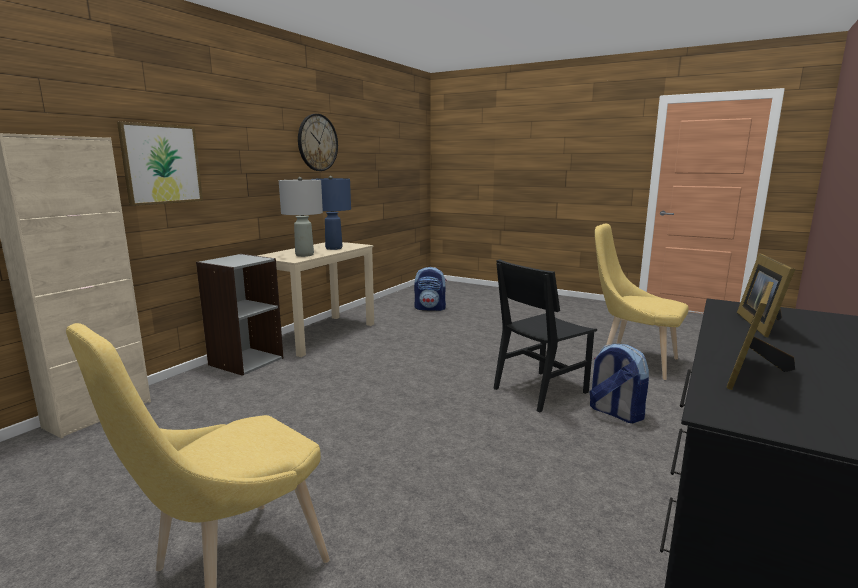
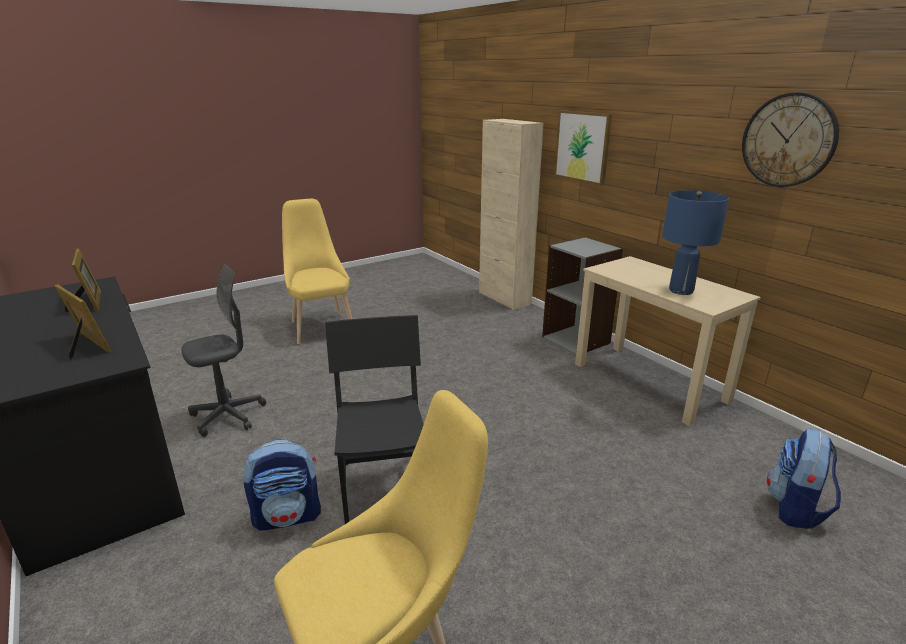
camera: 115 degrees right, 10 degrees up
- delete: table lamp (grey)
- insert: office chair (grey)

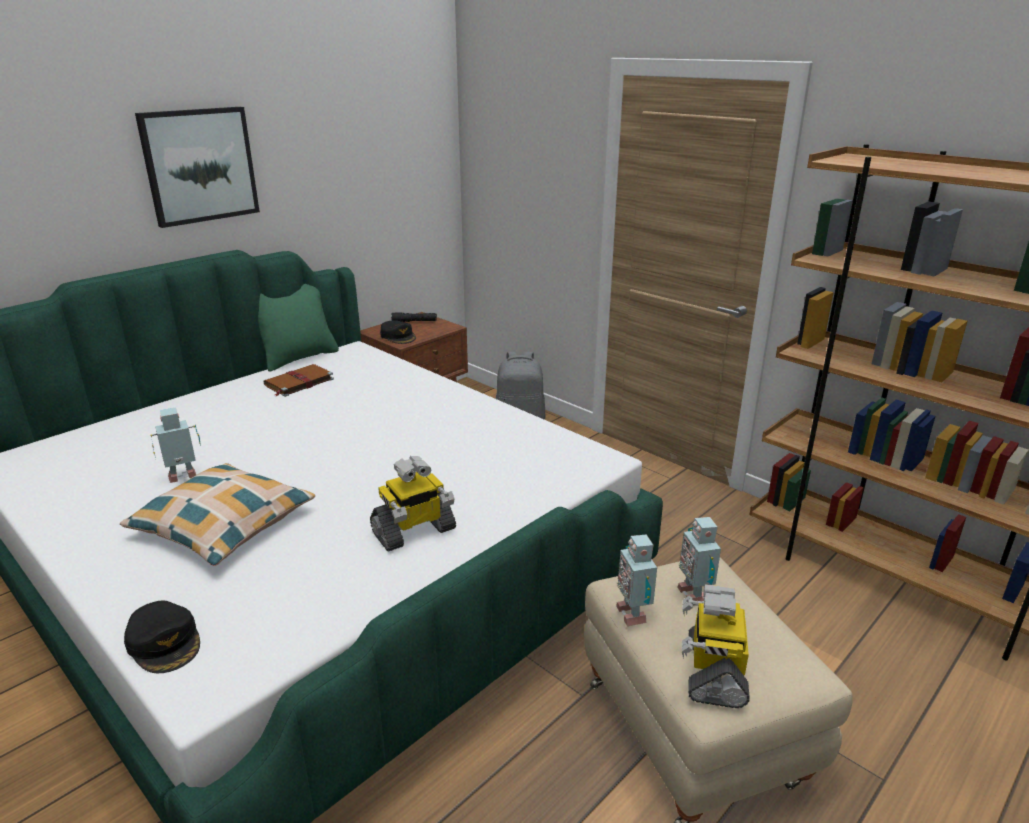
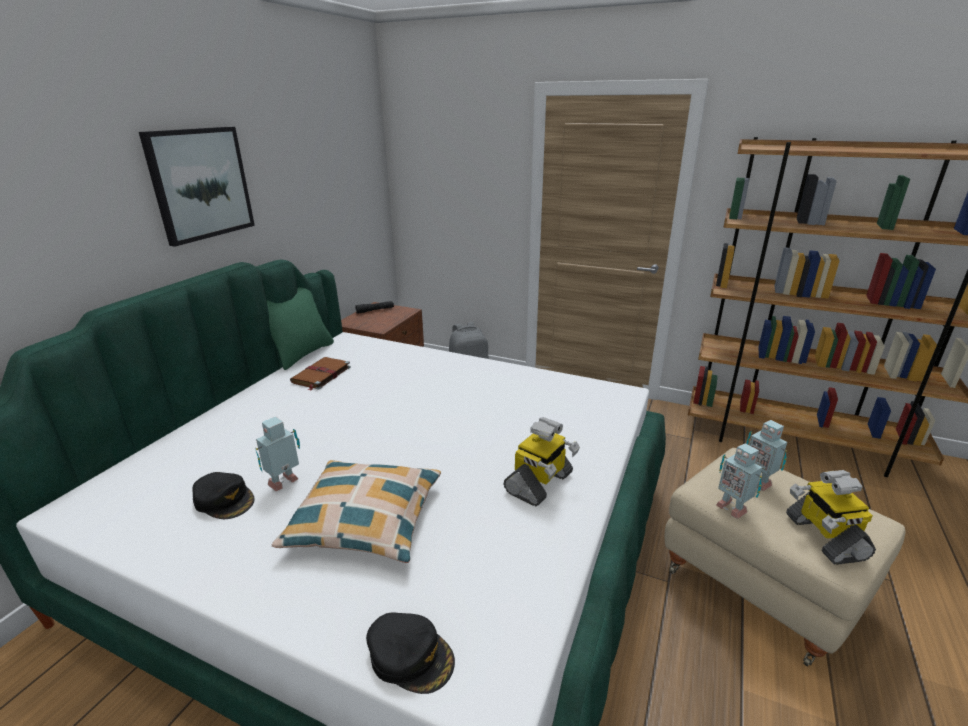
camera: 20 degrees left, 0 degrees up
- move: cap (black) (2nd from left in the first image) to cap (black) (1st from left)

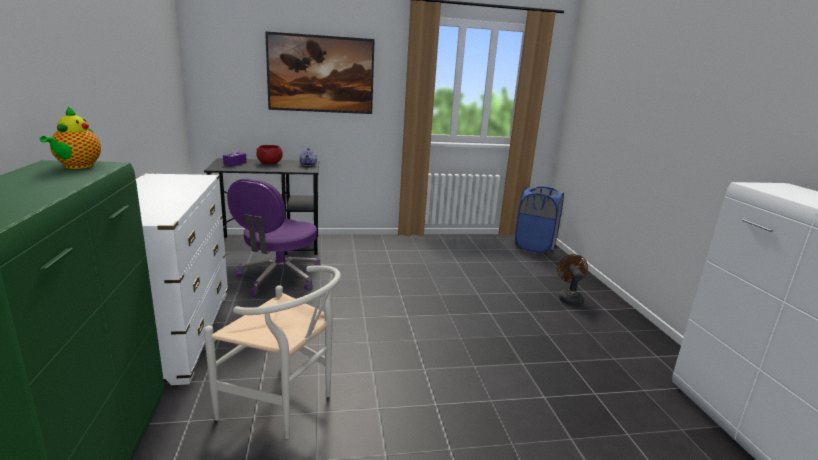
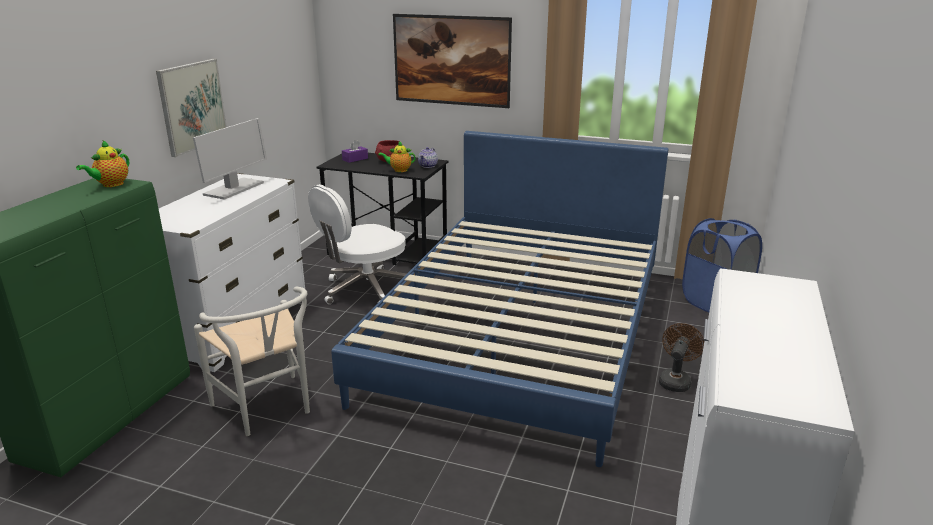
camera: 30 degrees right, 5 degrees up
- recolor: office chair (purple) to office chair (white)
- insert: picture (1st from left)
- insert: monitor
- insert: bed (blue)
- insert: teapot (2nd from left)

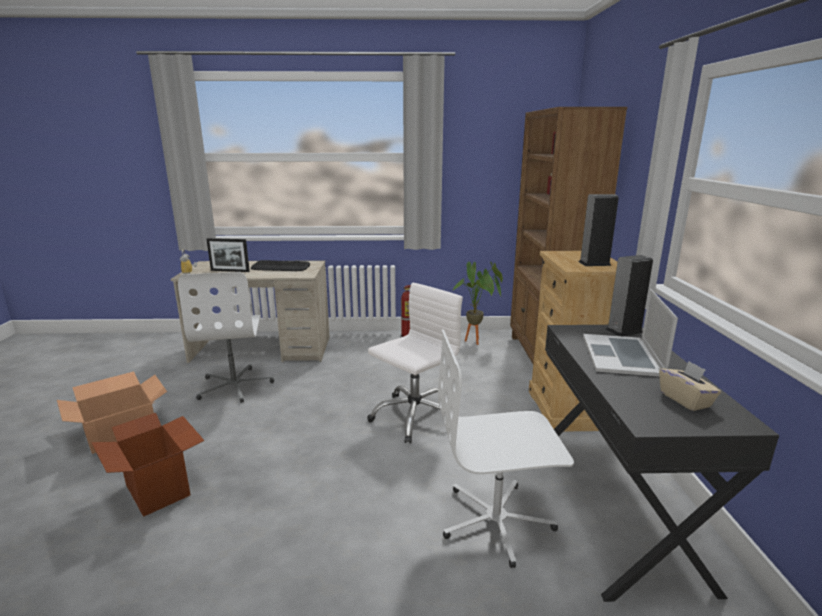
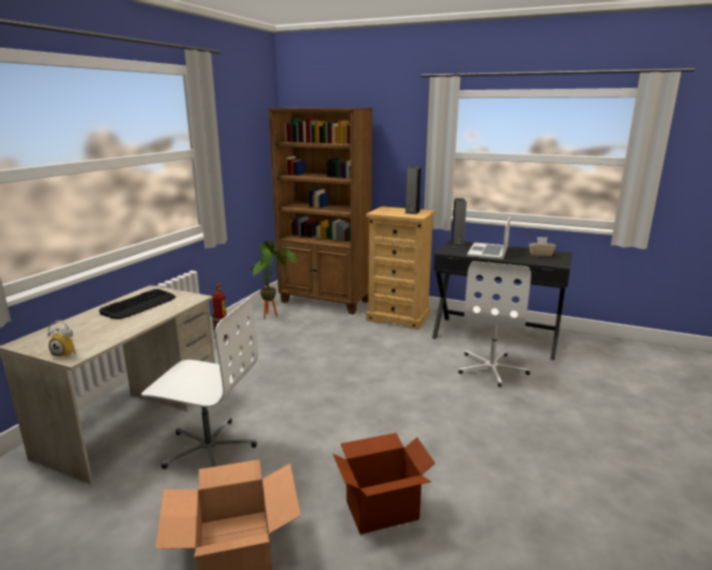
camera: 65 degrees left, 0 degrees up
- delete: picture frame
- delete: office chair (white) (2nd from left)
- rotate: laptop 75 degrees clockwise

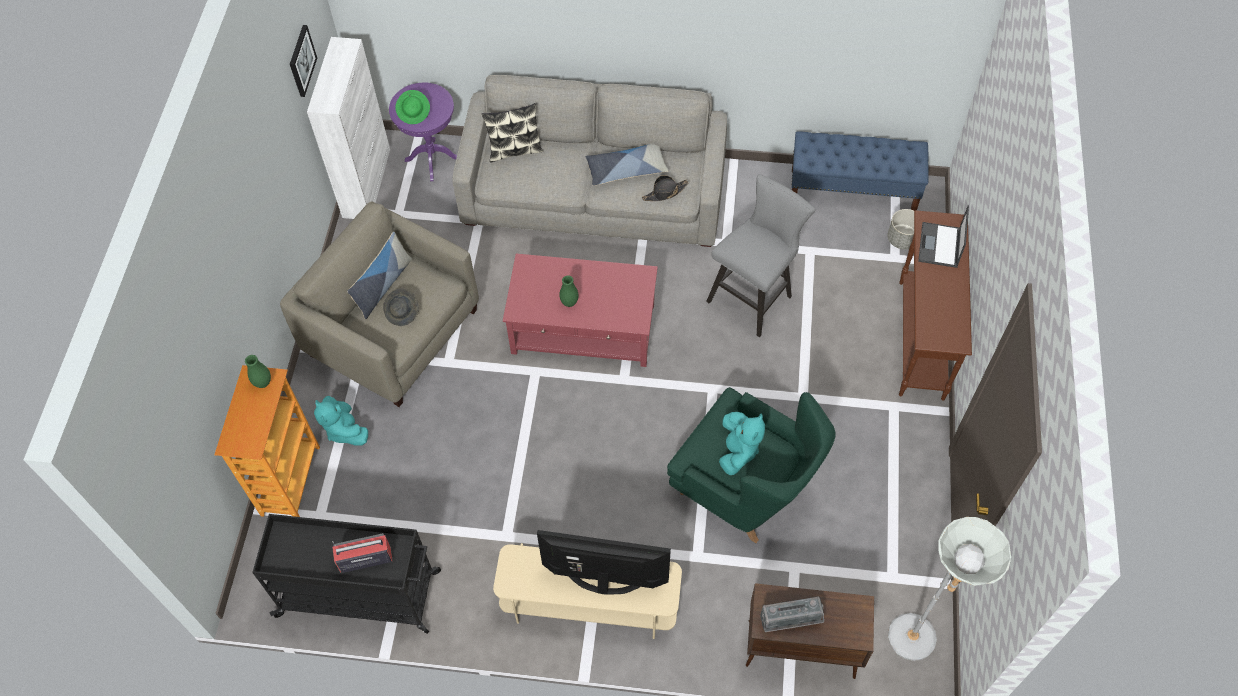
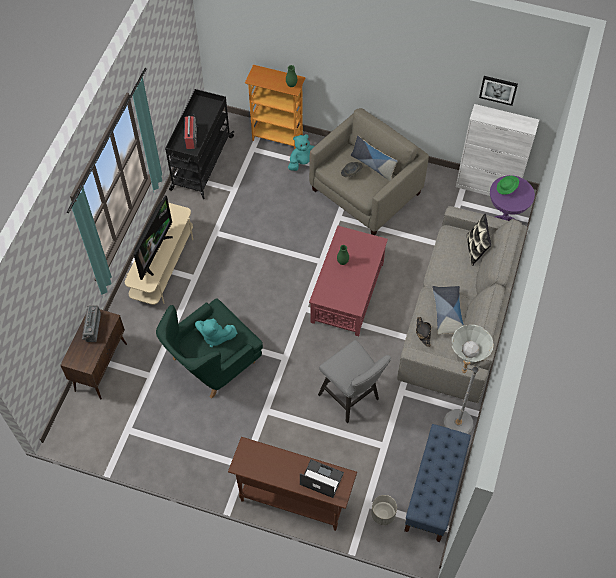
camera: 100 degrees right, 0 degrees up
- move: floor lamp (grey)

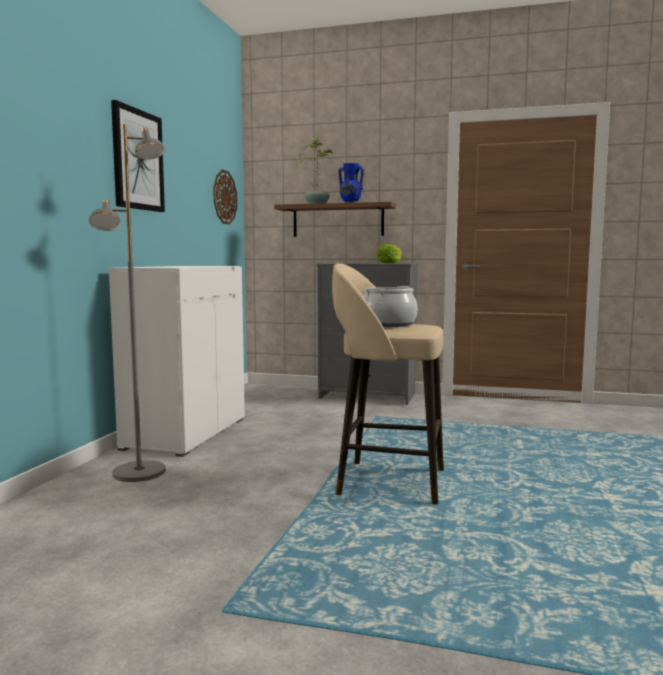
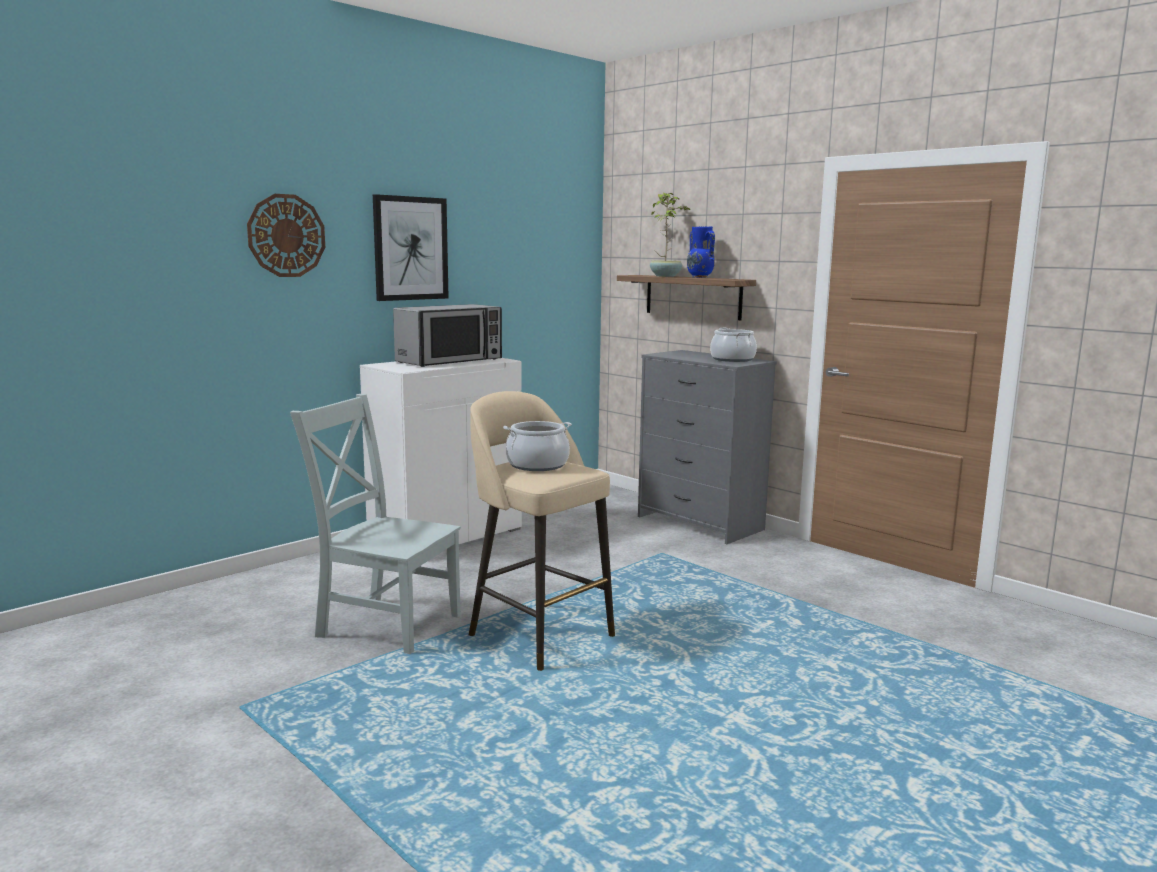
camera: 30 degrees right, 5 degrees up
- delete: floor lamp (grey)
- move: wall clock
- replace: lettuce to cooking pot (2nd from left)
- insert: microwave
- insert: chair (grey)

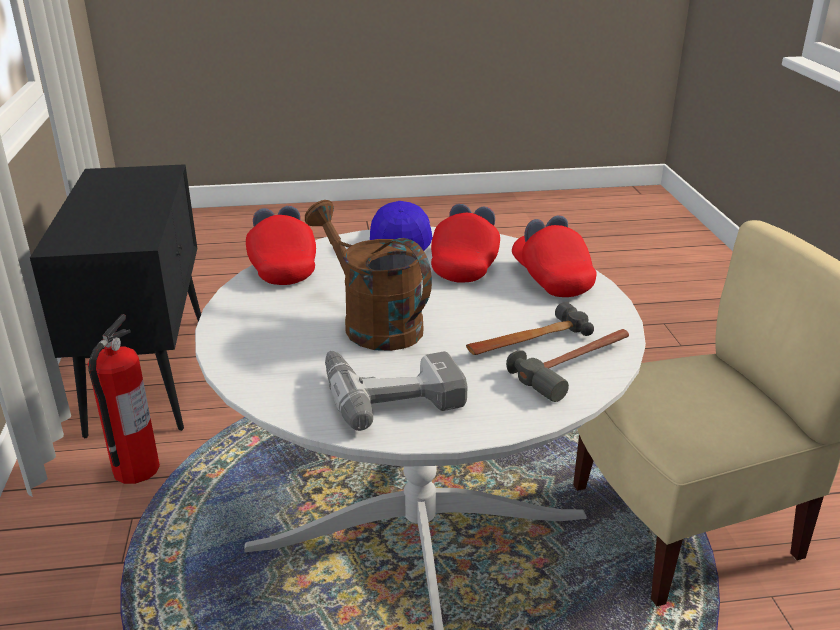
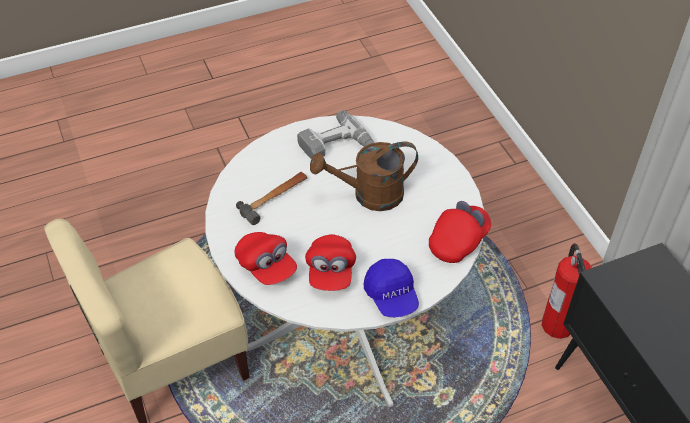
camera: 165 degrees right, 20 degrees up
- rotate: watering can (brown) 135 degrees clockwise
- rotate: cap (red) (1st from left in the first image) 105 degrees counterclockwise
- delete: hammer (2nd from left)

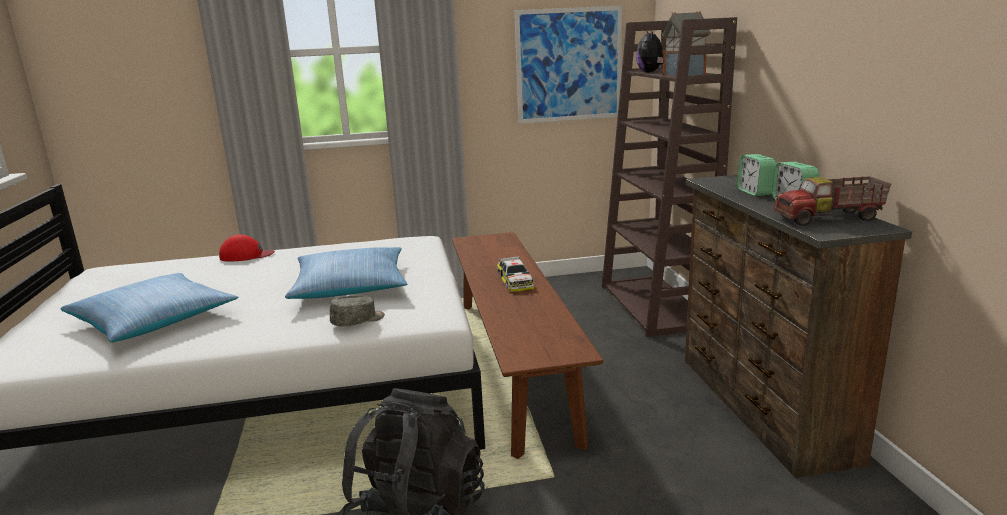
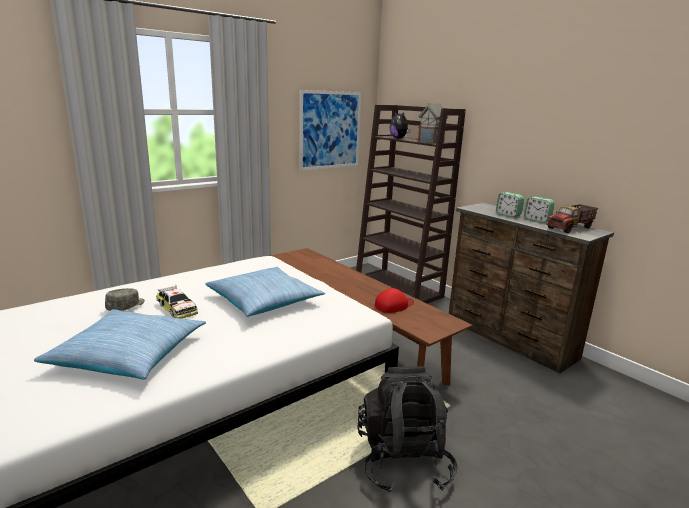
camera: 30 degrees left, 0 degrees up
- move: cap (red)
- move: toy car
- move: cap (grey)

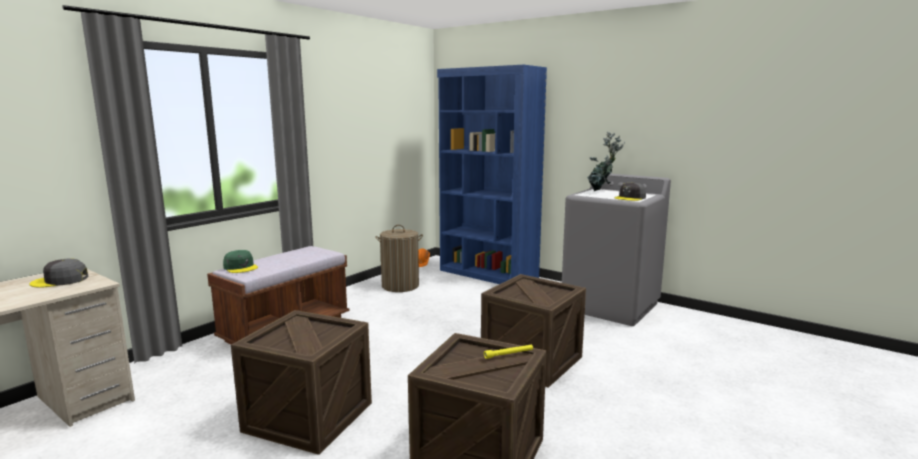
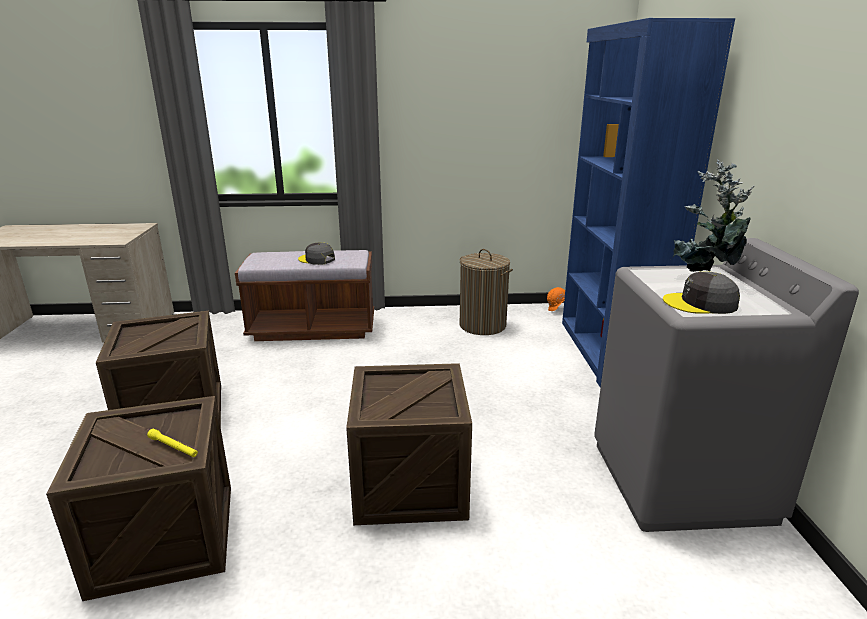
camera: 50 degrees right, 10 degrees up
- delete: cap (green)
- move: cap (grey) (1st from left)

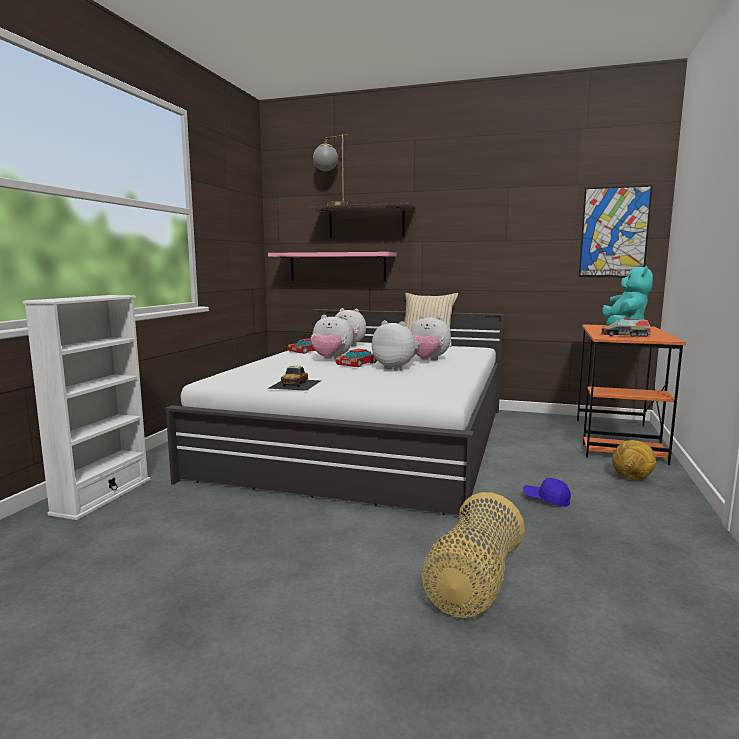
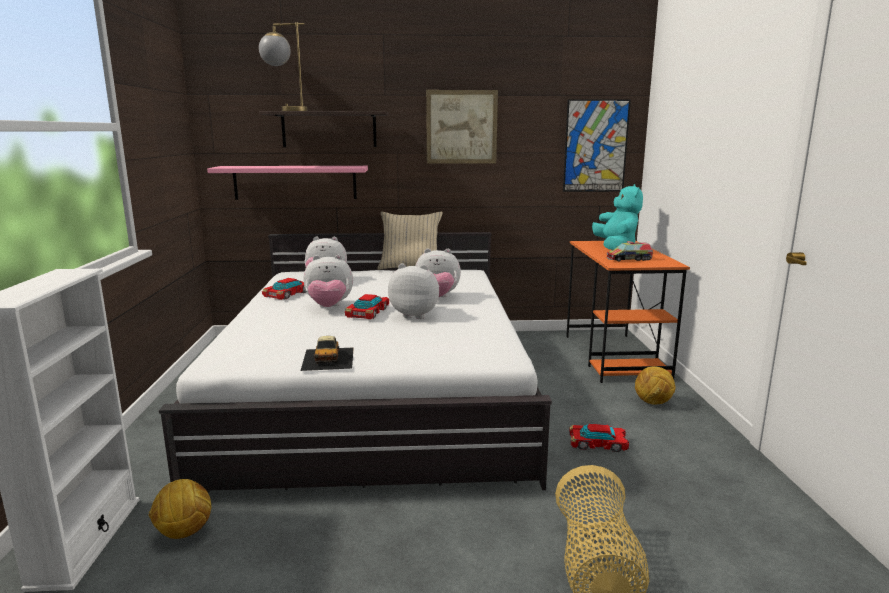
camera: 20 degrees left, 5 degrees up
- replace: cap (blue) to toy car (4th from left)
- insert: picture (1st from left)
- insert: football (1st from left)

